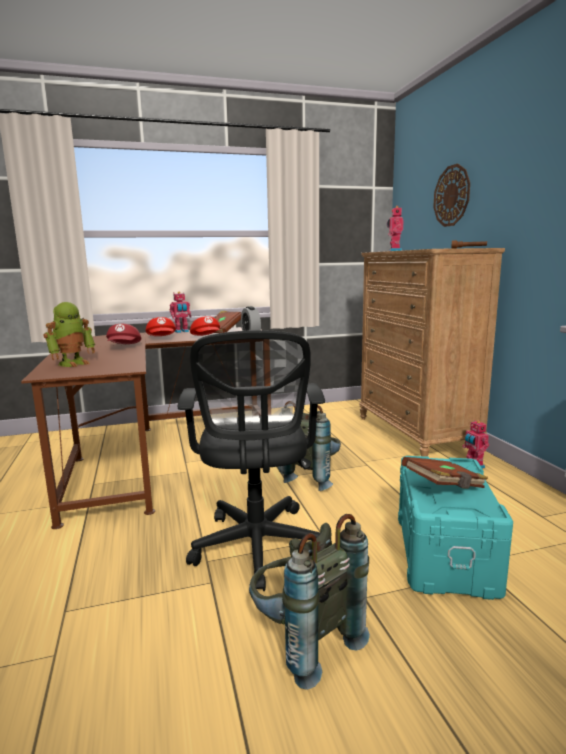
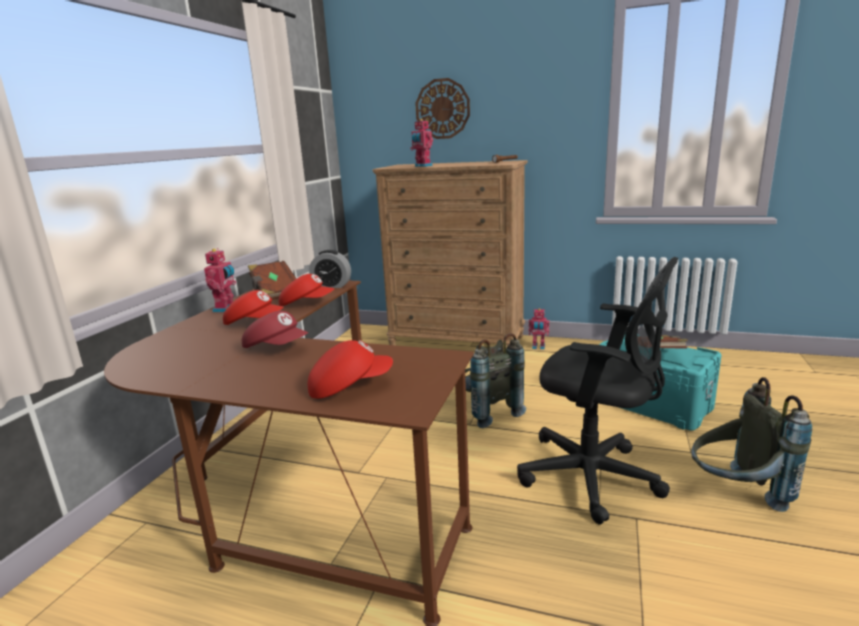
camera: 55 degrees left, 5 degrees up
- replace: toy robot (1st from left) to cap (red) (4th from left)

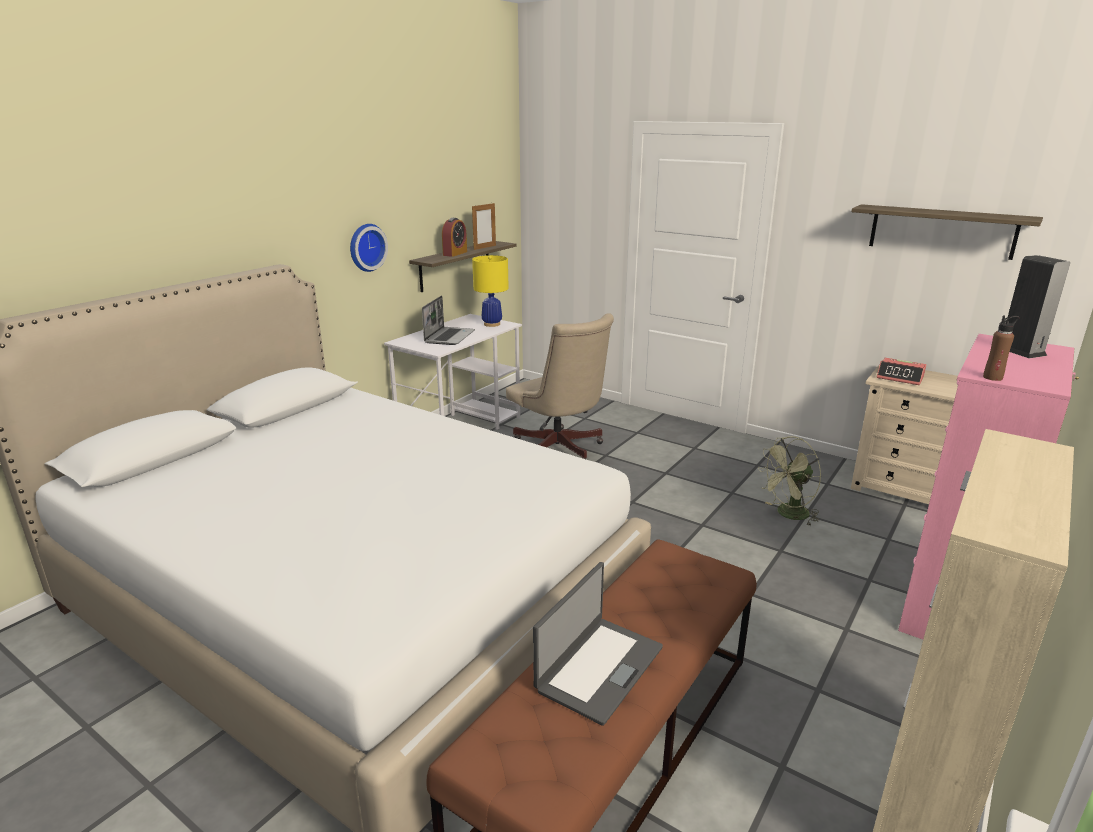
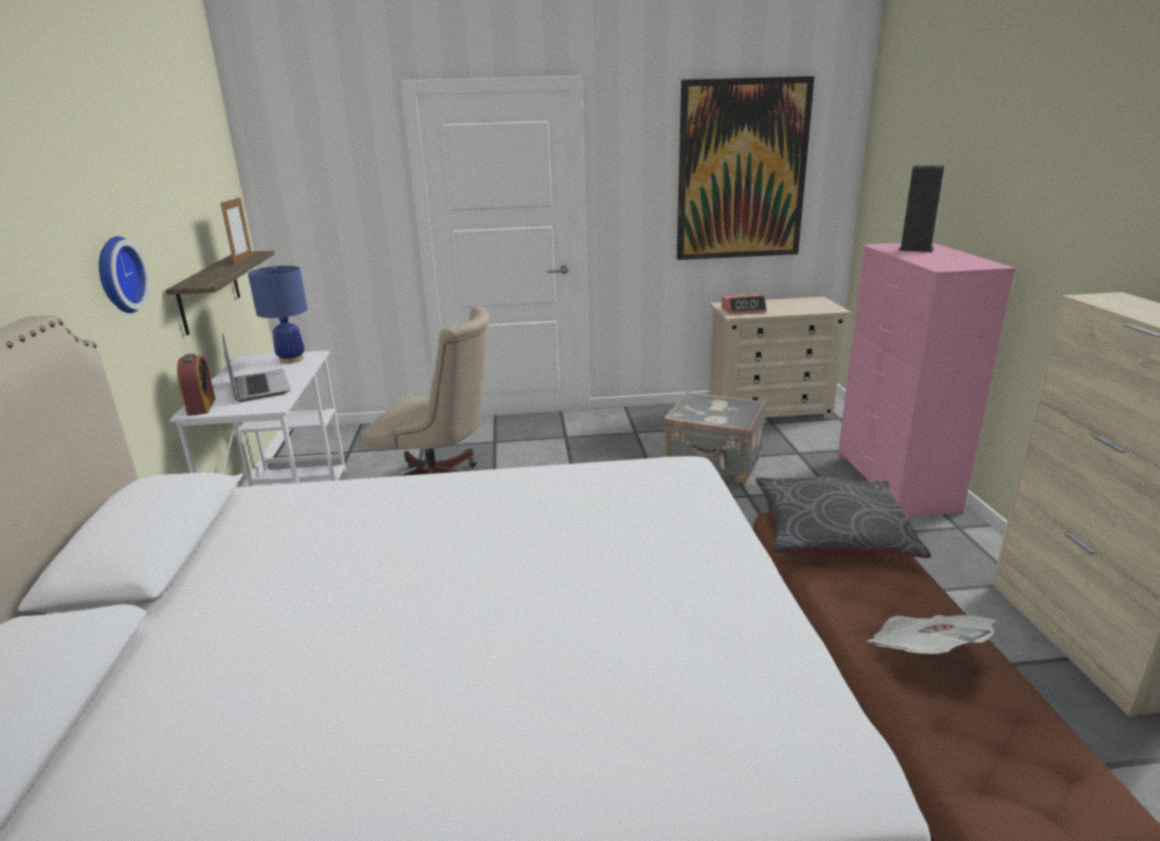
camera: 40 degrees left, 0 degrees up
- replace: shelf (2nd from left) to picture
- move: alarm clock (1st from left)
- recolor: table lamp (yellow) to table lamp (blue)
- delete: bottle (brown)
- replace: fan (green) to suitcase (grey)
- replace: laptop (2nd from left) to newspaper
- insert: pillow (grey)

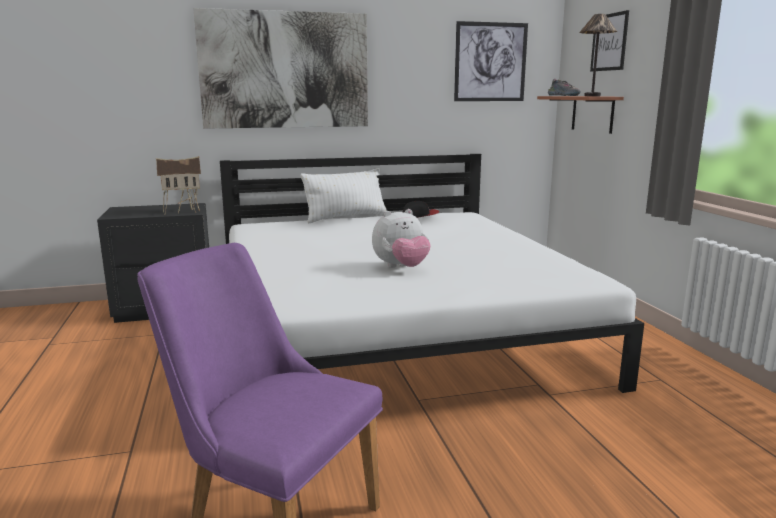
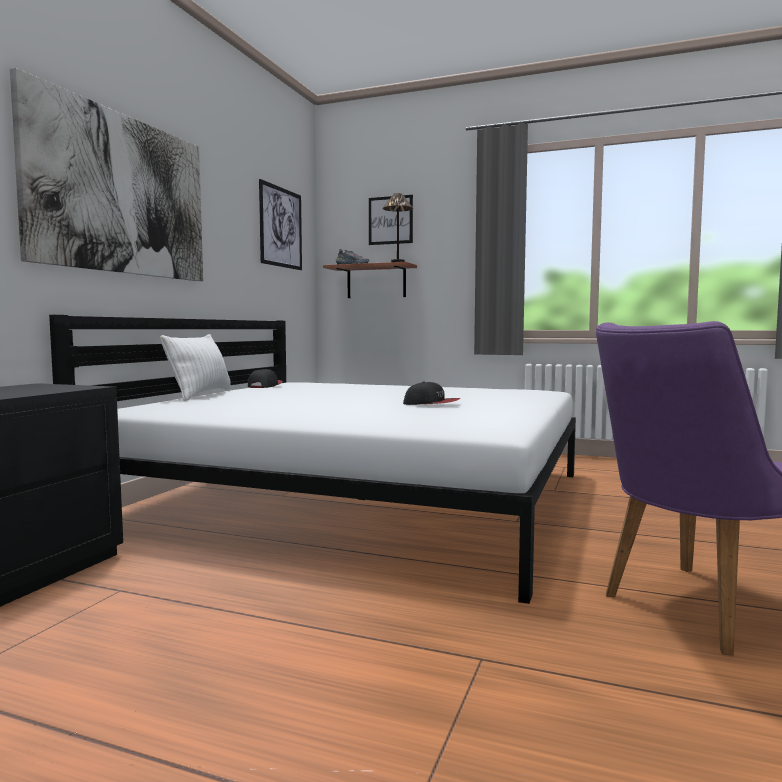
camera: 55 degrees left, 10 degrees down
- delete: toy house
- replace: plush toy to cap (2nd from left)

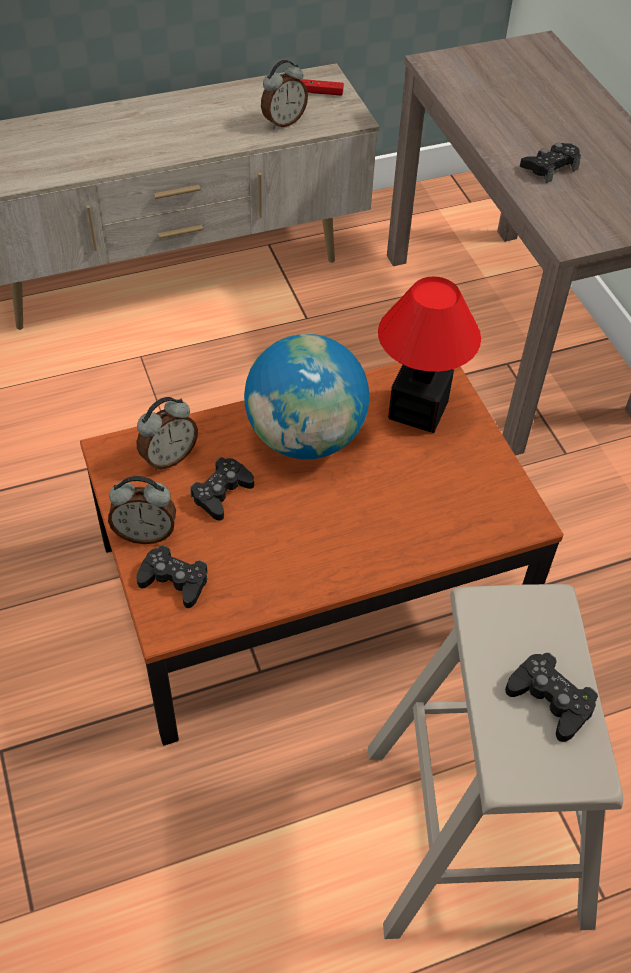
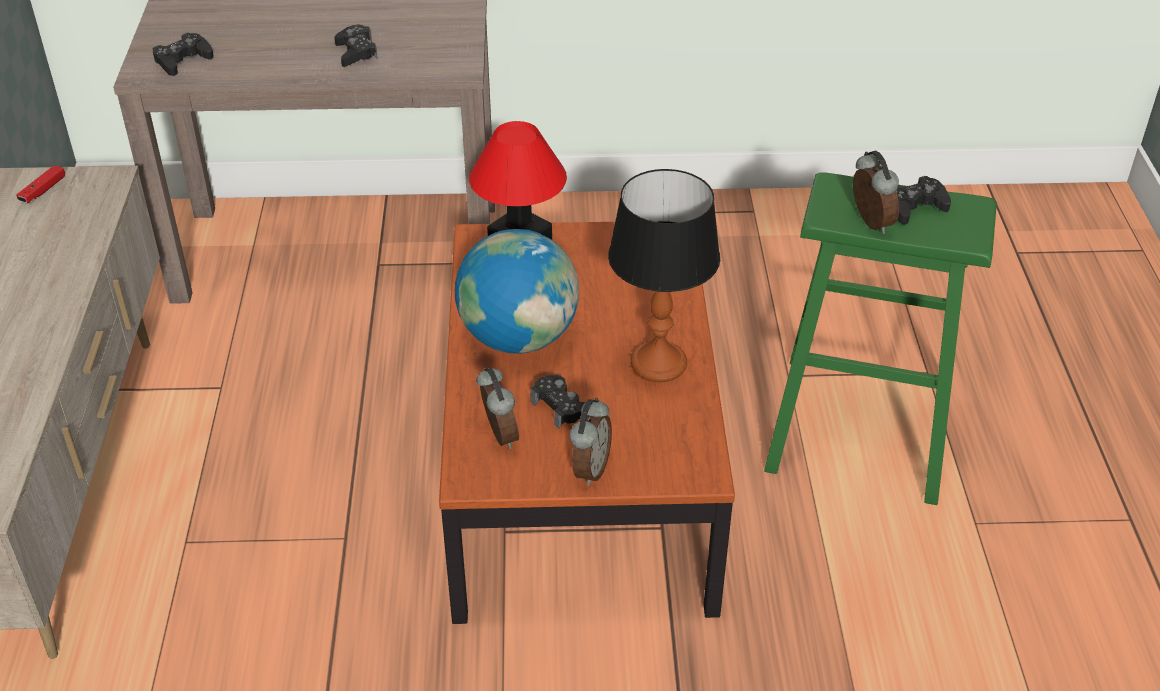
camera: 70 degrees left, 10 degrees down
- move: alarm clock (3rd from left)
- move: game controller (black) (1st from left)
- recolor: stool (beige) to stool (green)
- insert: table lamp (2nd from left)

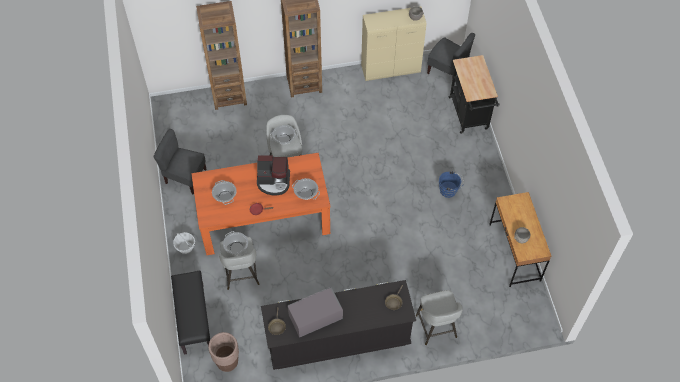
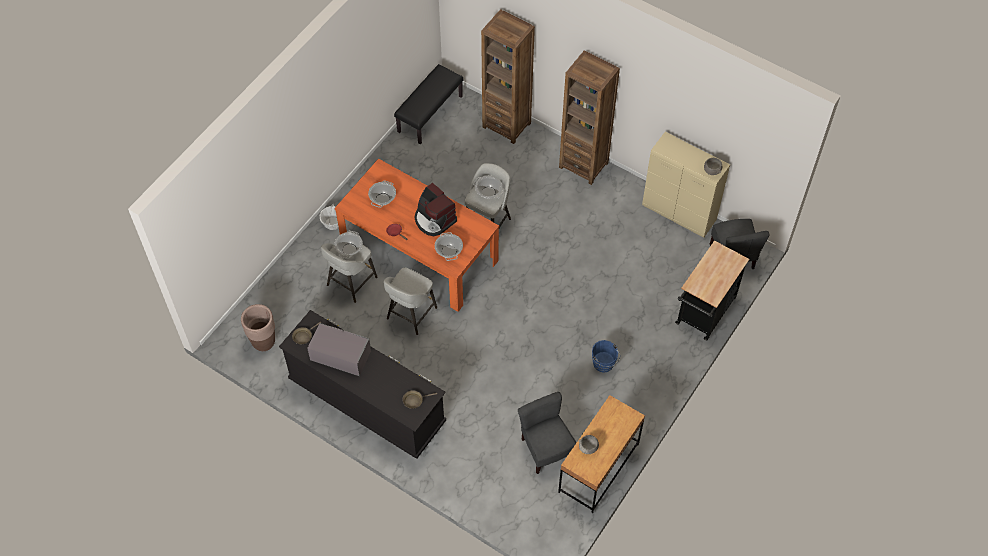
camera: 45 degrees right, 0 degrees up
- move: chair (grey) (1st from left)
- move: bench (black)
- move: stool (grey) (3rd from left in the first image) to stool (grey) (2nd from left)

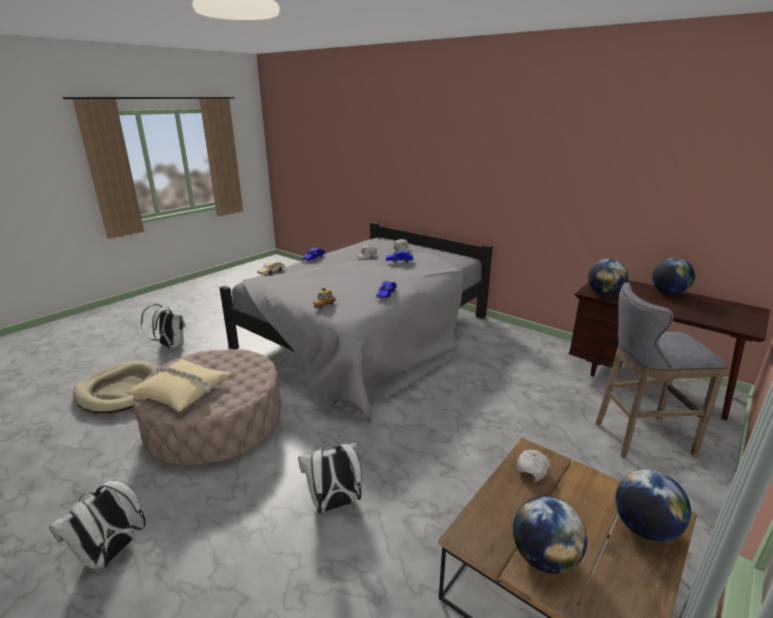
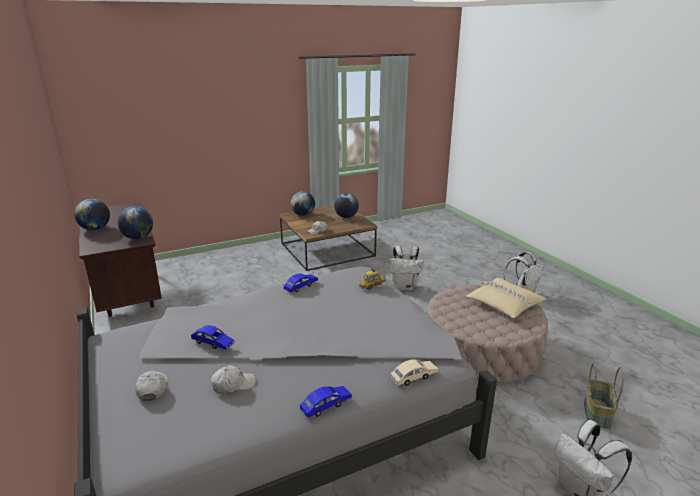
camera: 155 degrees left, 0 degrees up
- delete: stool (grey)
- replace: dog bed (beige) to basket

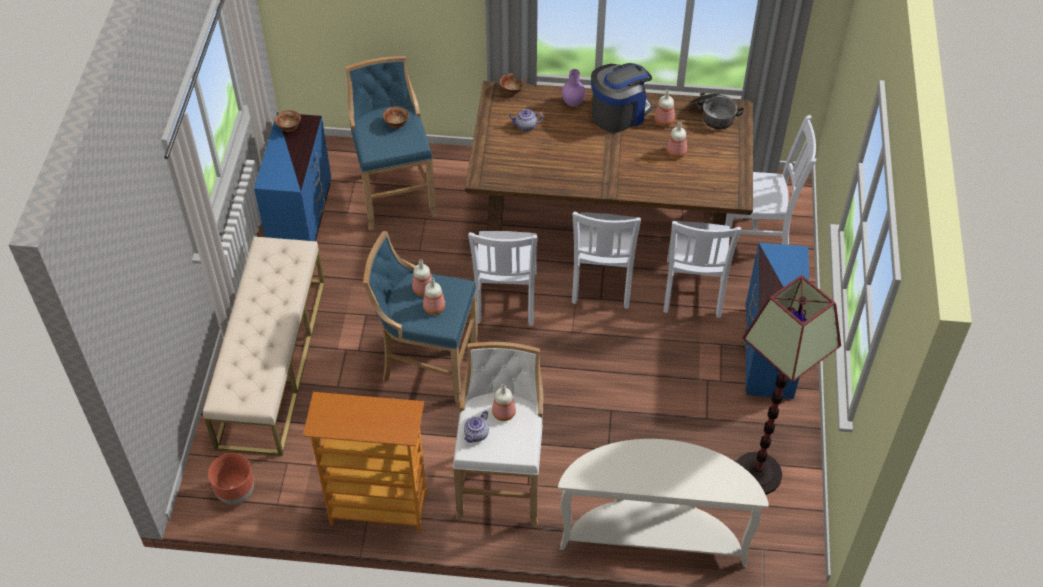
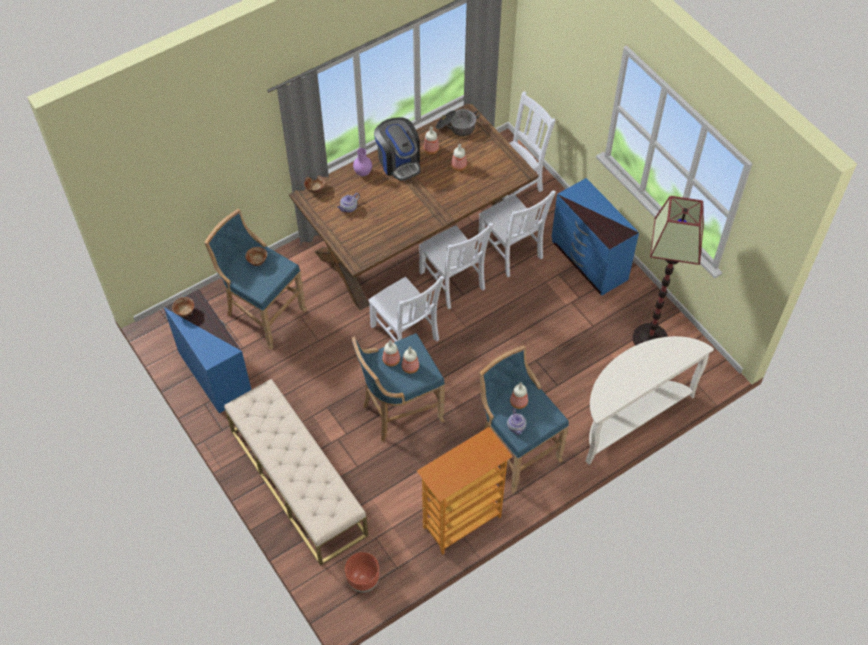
camera: 40 degrees left, 5 degrees up
- rotate: coffee machine 135 degrees clockwise
- recolor: stool (white) to stool (blue) (3rd from left)

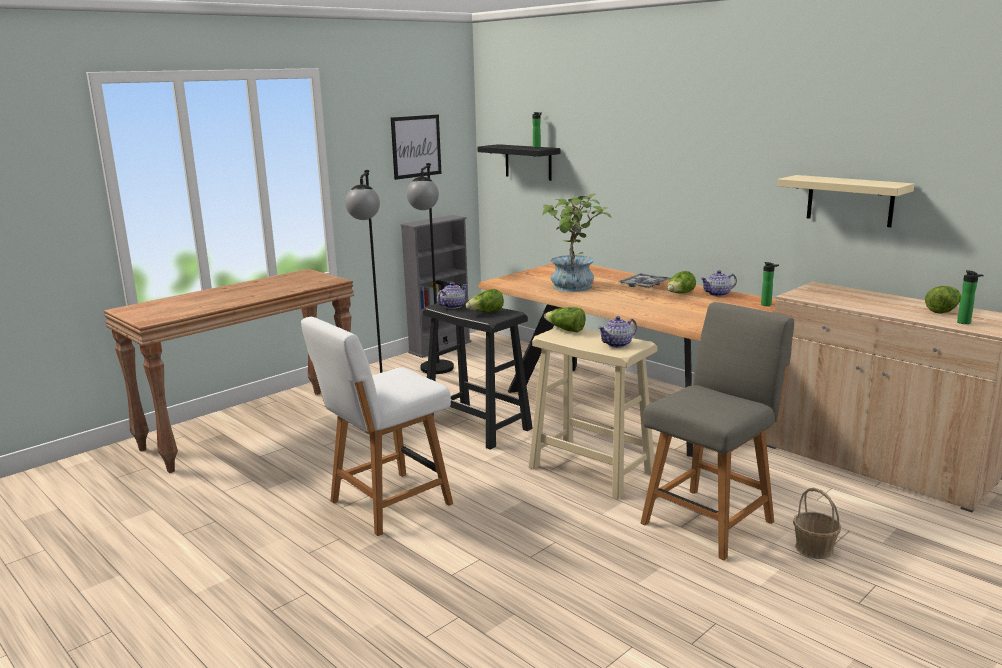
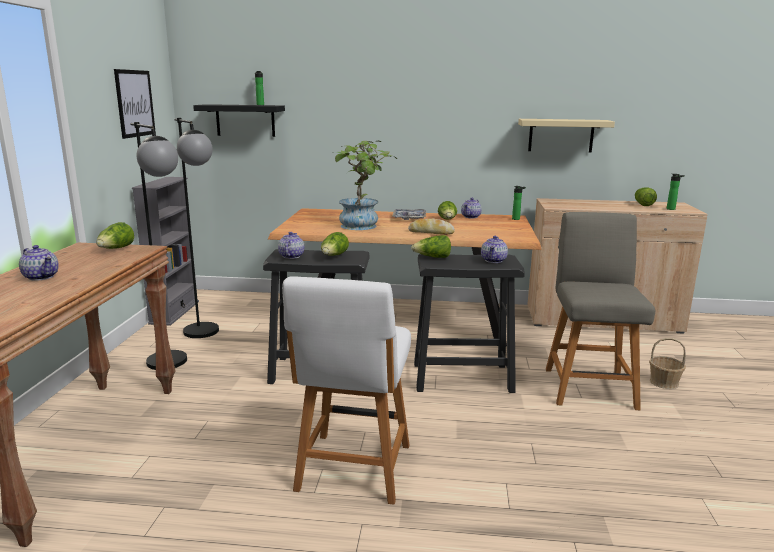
camera: 40 degrees left, 0 degrees up
- recolor: stool (beige) to stool (black) (2nd from left)
- insert: bread
- insert: lettuce (1st from left)
- insert: teapot (1st from left)

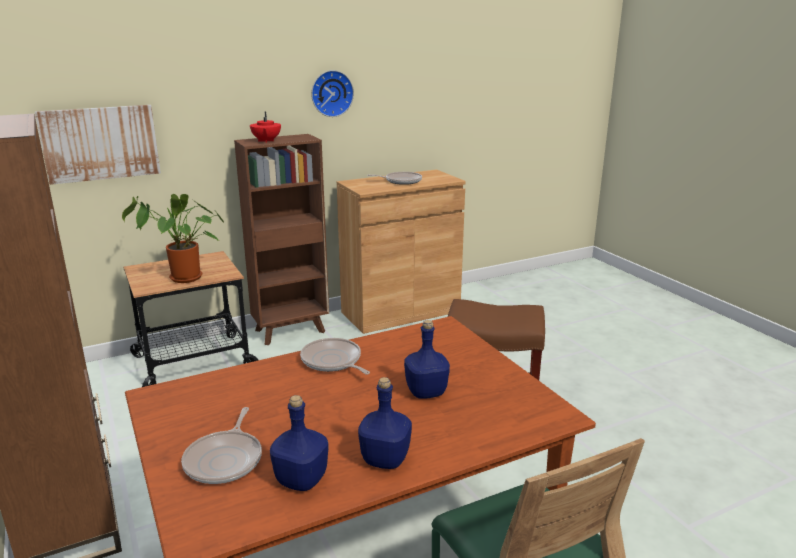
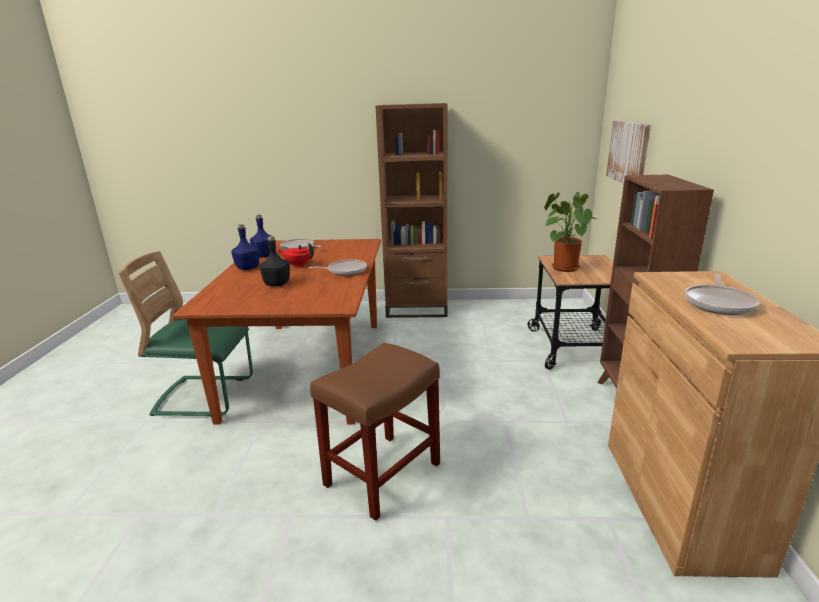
camera: 120 degrees right, 0 degrees up
- delete: wall clock
- move: teapot (red)
- recolor: bottle (blue) (3rd from left) to bottle (black)

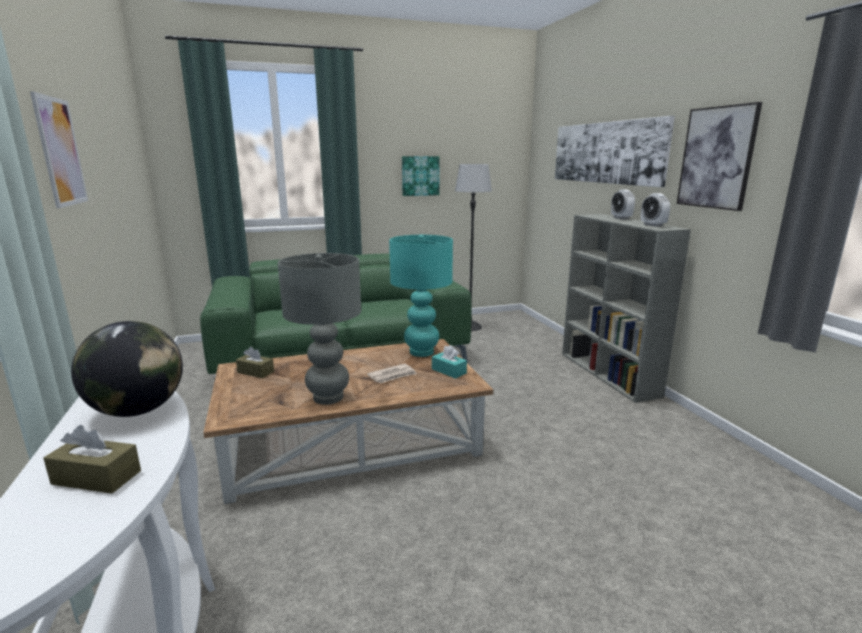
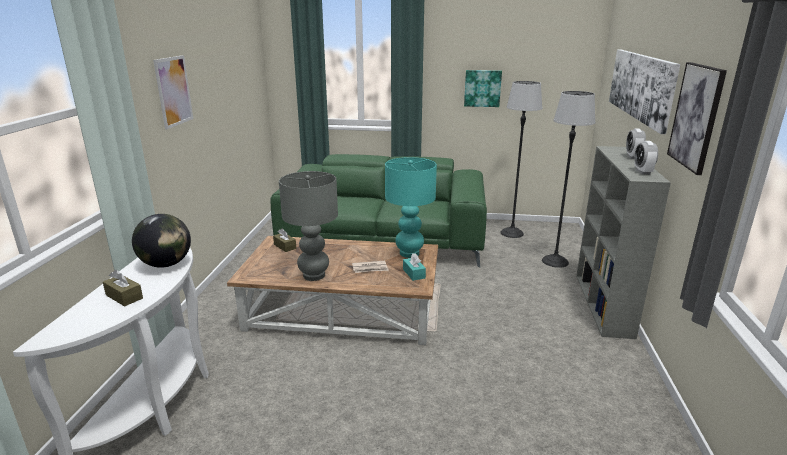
camera: 25 degrees right, 5 degrees up
- insert: floor lamp (2nd from left)

